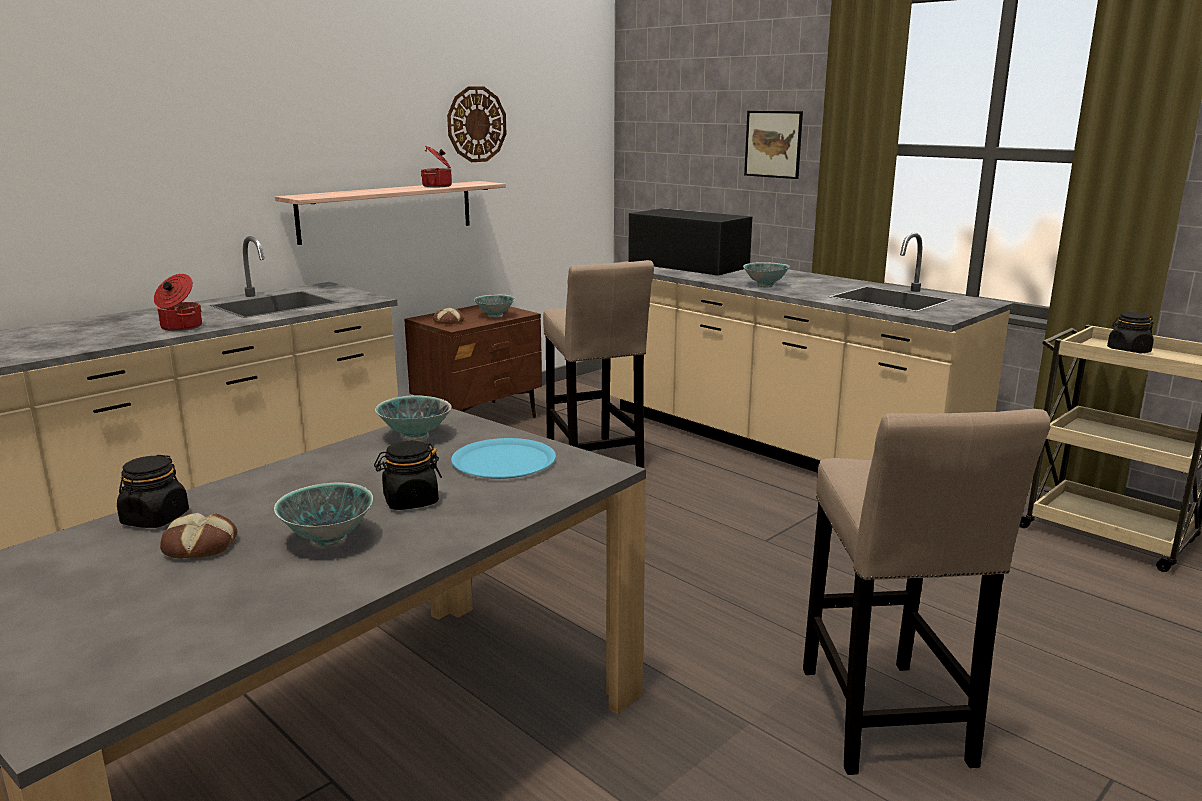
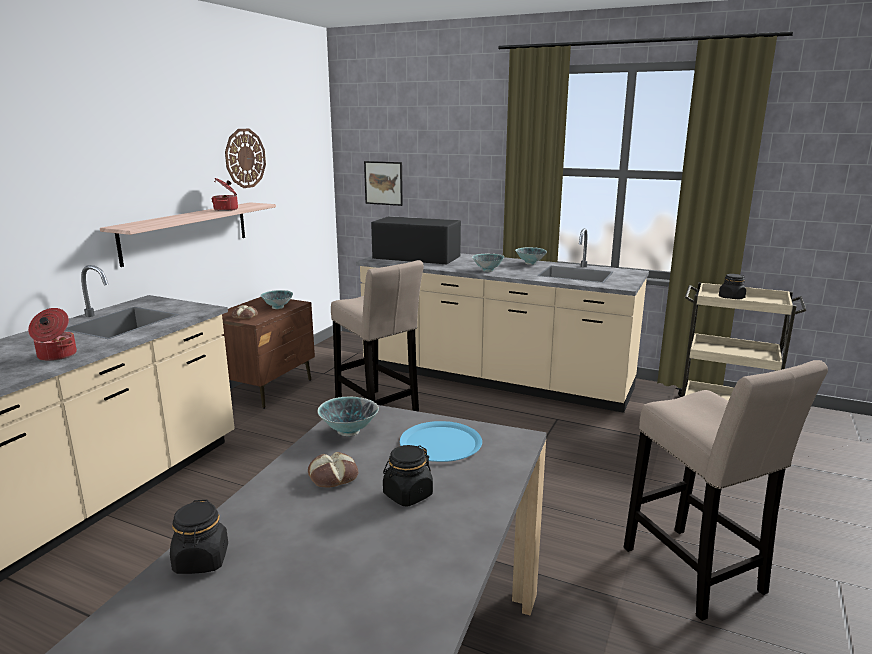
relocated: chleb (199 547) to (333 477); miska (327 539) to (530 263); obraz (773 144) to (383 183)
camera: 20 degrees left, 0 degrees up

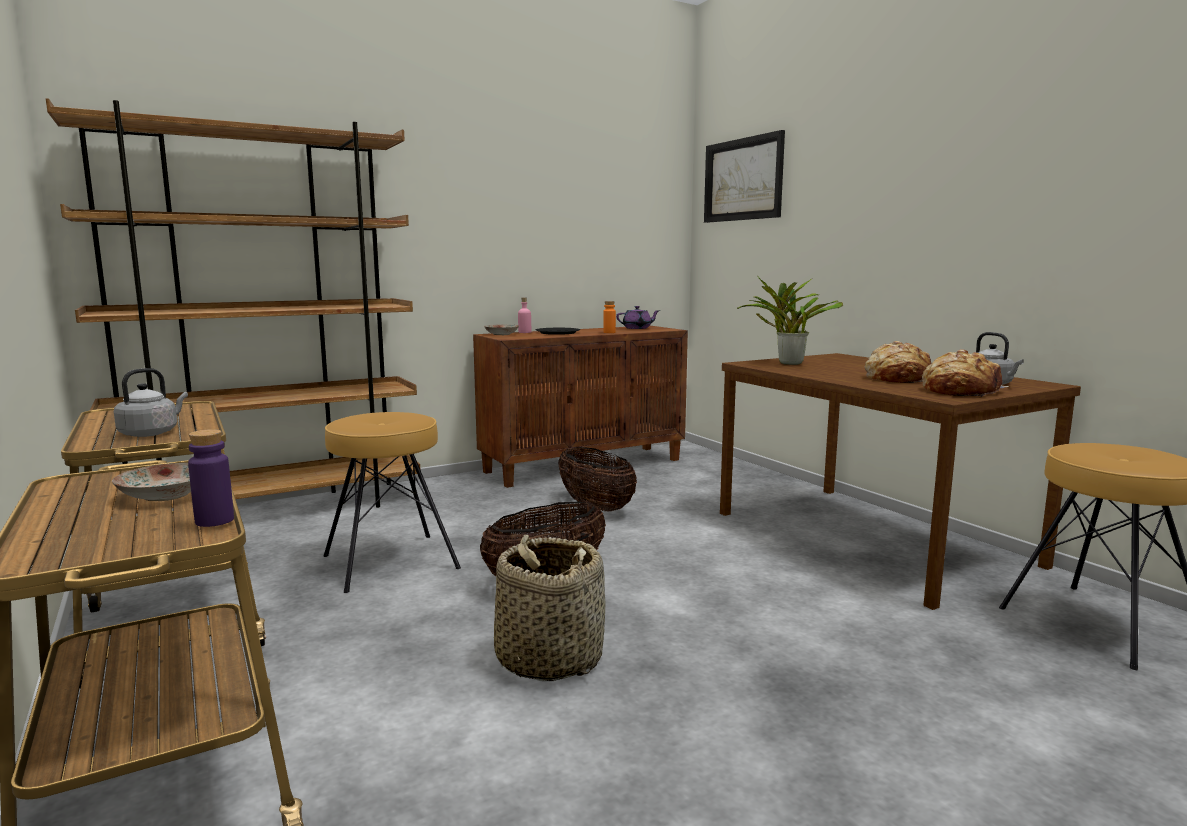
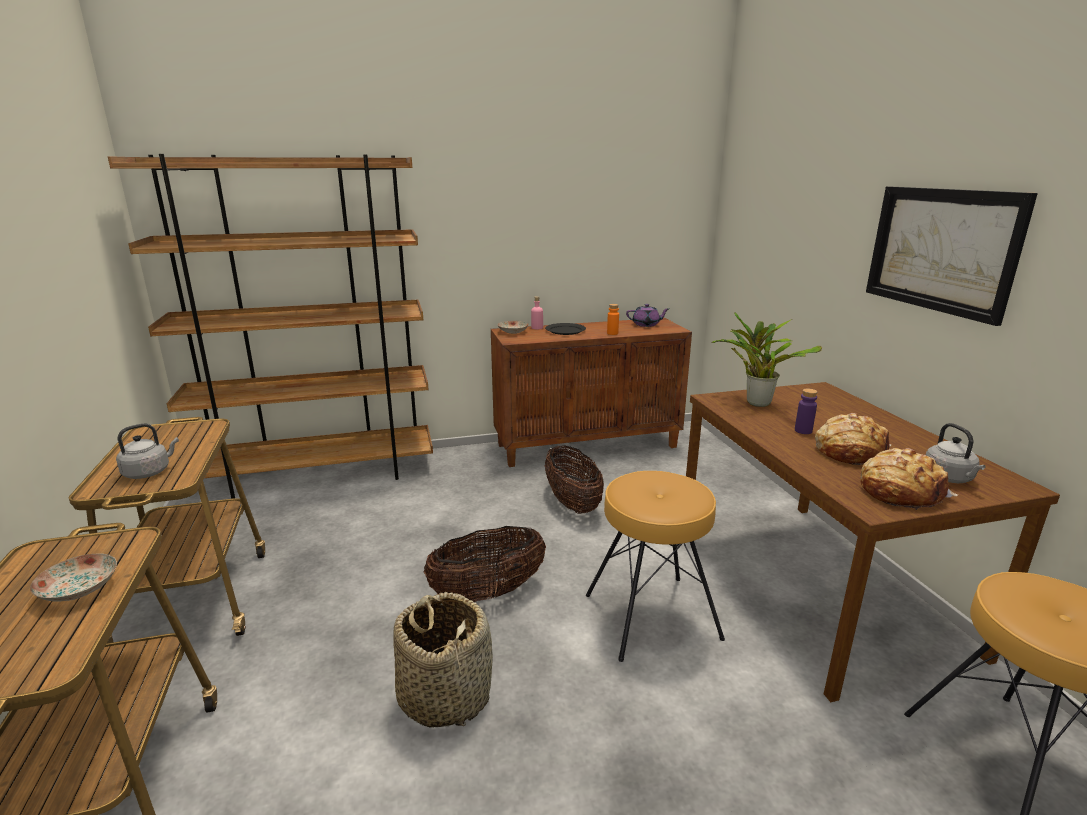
relocated: butelka/fioletowy (214 521) to (803 431); stołek/brązowy (390 561) to (651 615); obraz (743 179) to (941 250)
camera: 15 degrees right, 10 degrees up

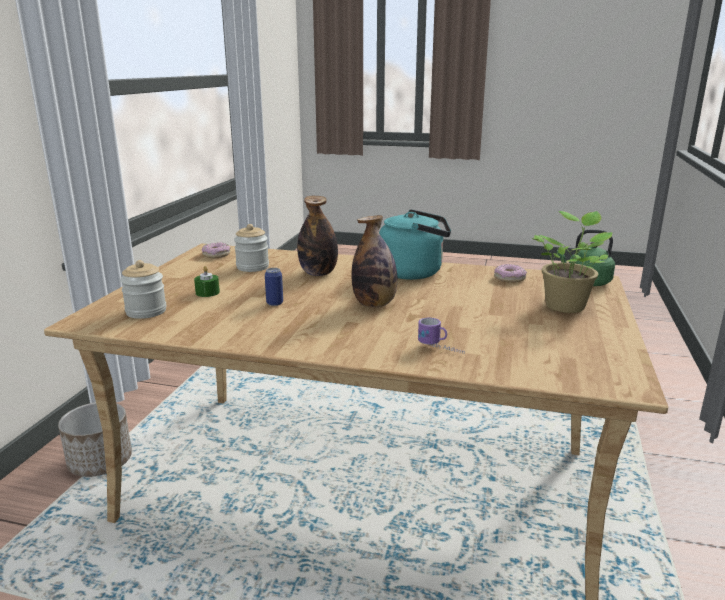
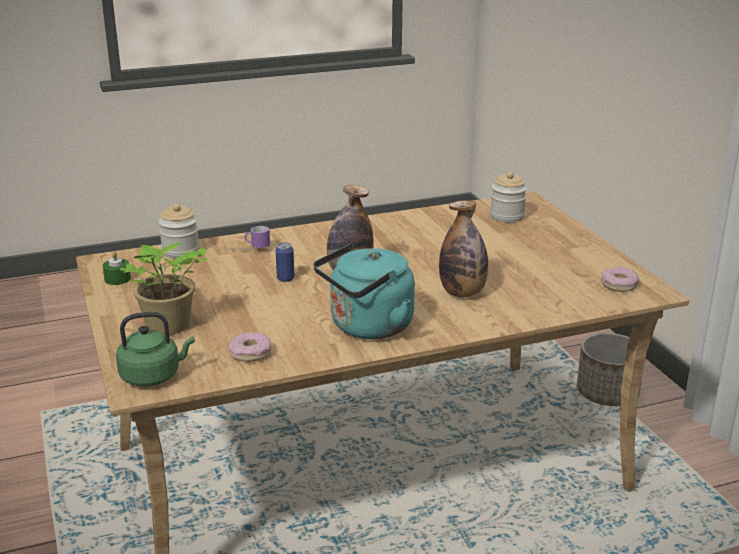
relocated: świeca/zielony (207 292) to (117 279); słoik (252 267) to (180 251); puszka (274 303) to (285 278)
camera: 145 degrees right, 5 degrees up

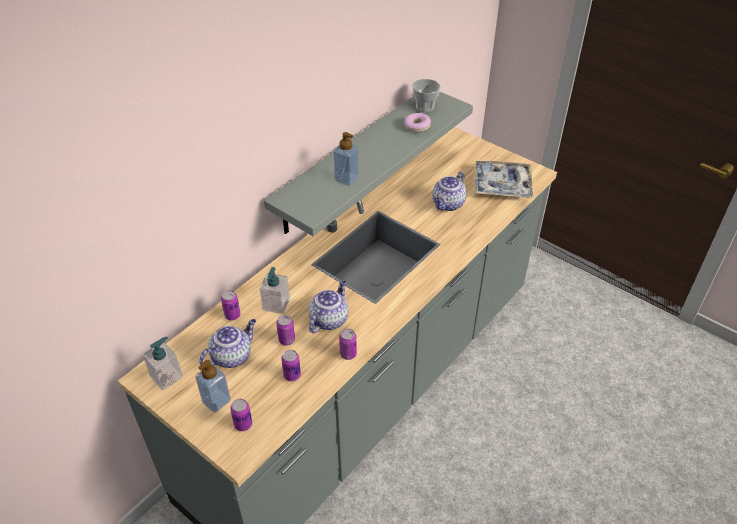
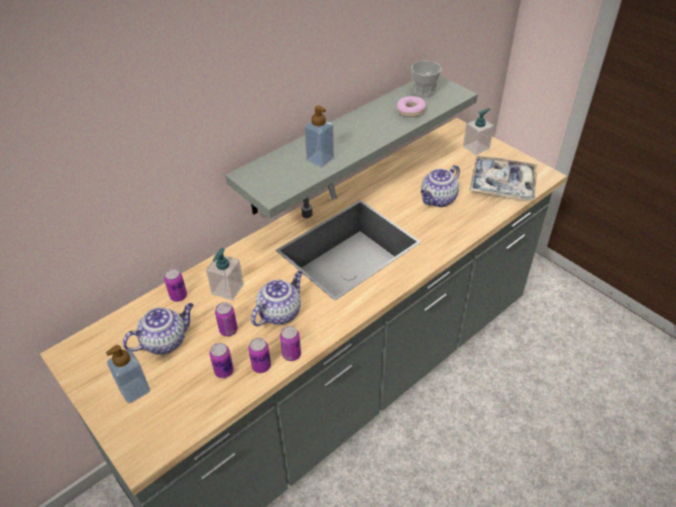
relocated: dozownik mydła (166 376) to (476 147); puszka (243 424) to (261 366)
camera: 10 degrees right, 0 degrees up

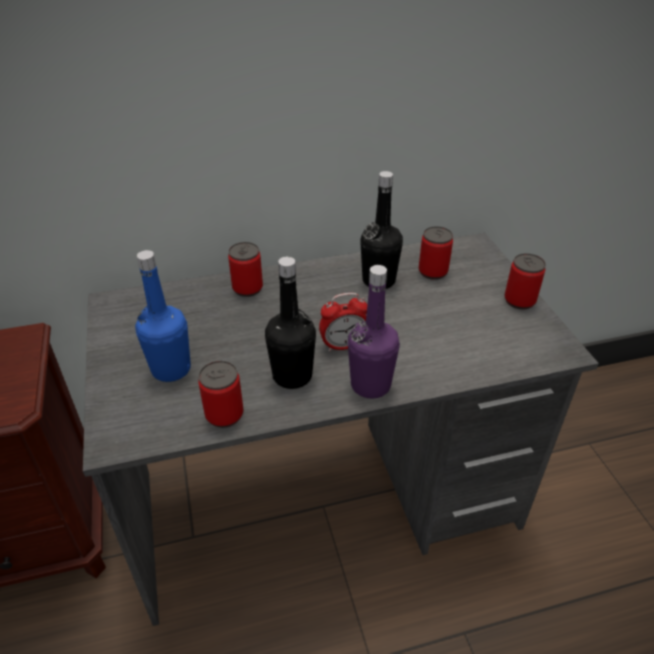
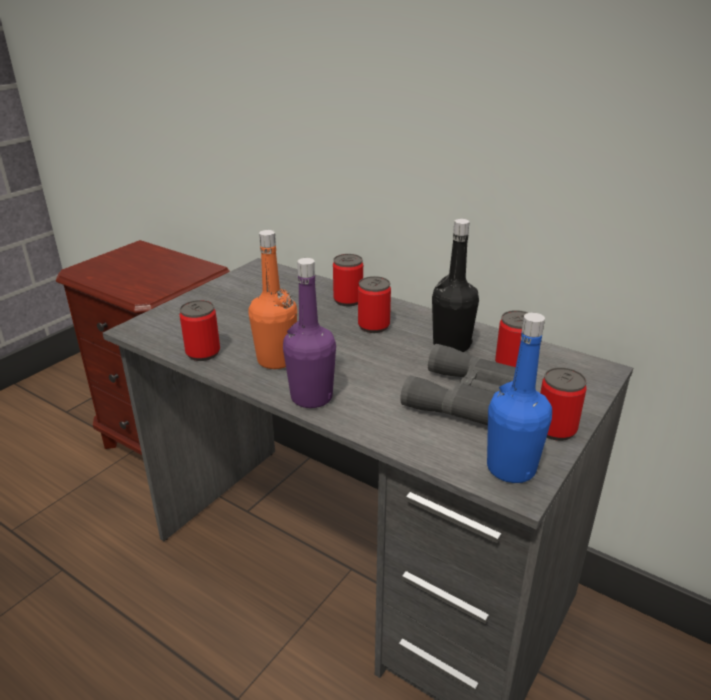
missing: budzik (343 345)
appeared: puszka (373 326); lornetka/szary (472 400)
relocated: butelka/niebieski (171 369) to (511 468)
colour: butelka/czarny (292 376) to butelka/pomarańczowy (276 360)
camera: 50 degrees right, 10 degrees down

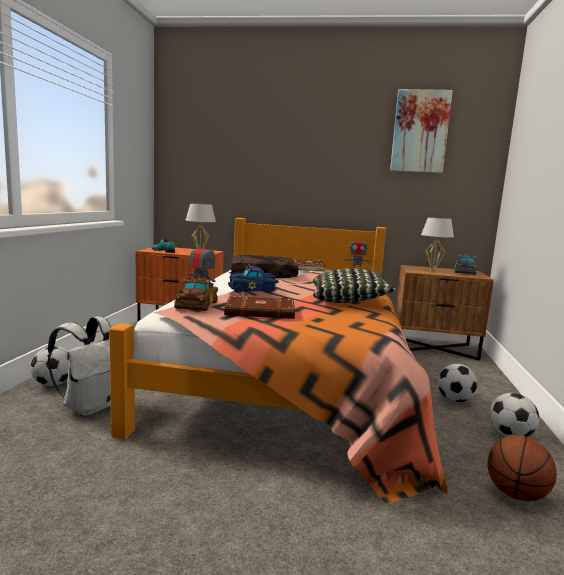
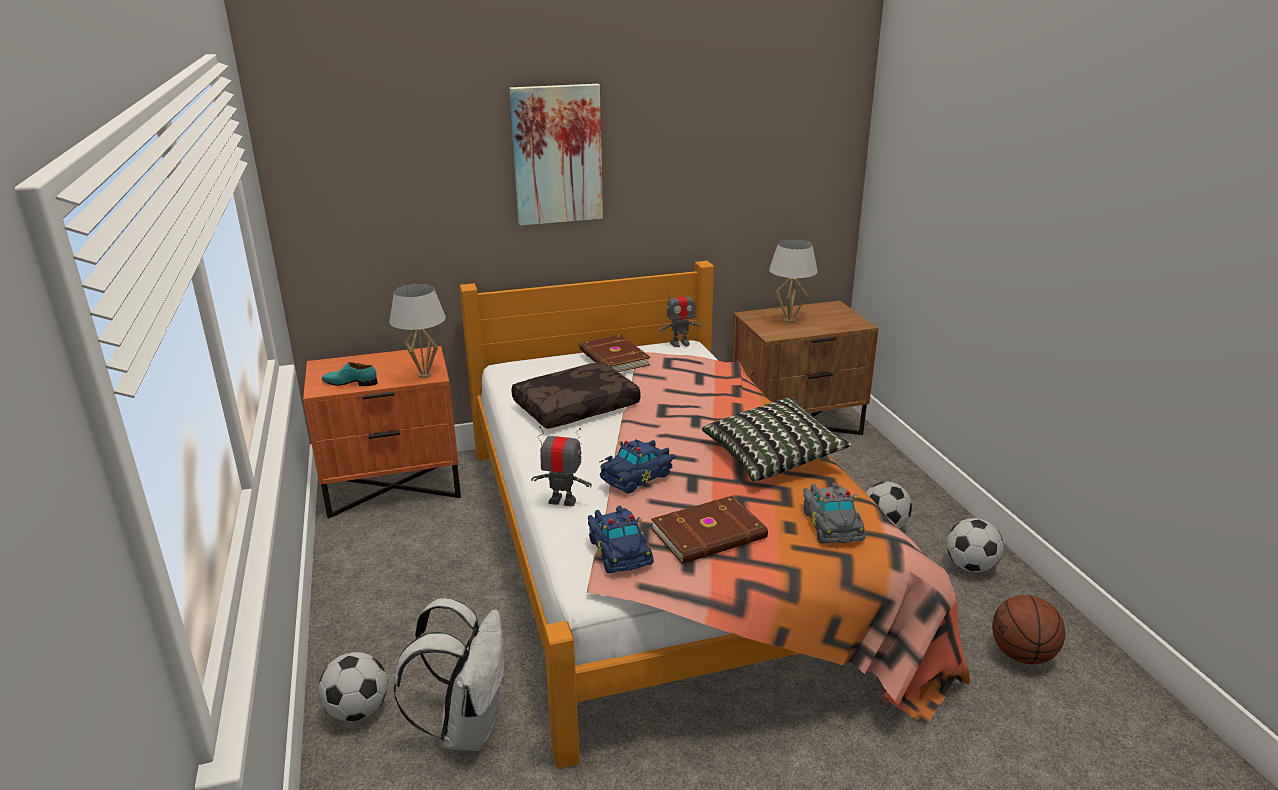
relocated: obraz (420 131) to (557 155); samochodzik/szary (465 272) to (832 523)
colour: samochodzik/brązowy (198 305) to samochodzik/niebieski (620 549)
camera: 25 degrees left, 15 degrees up

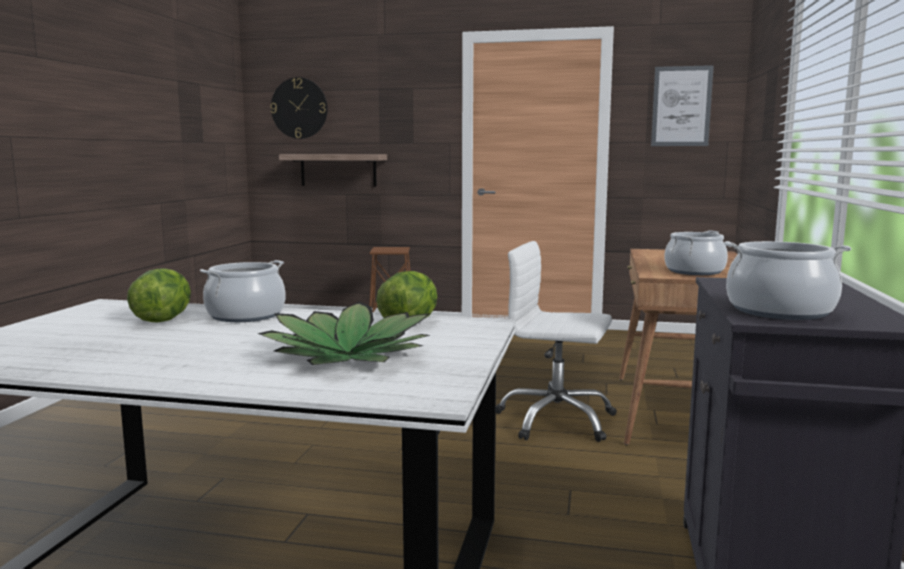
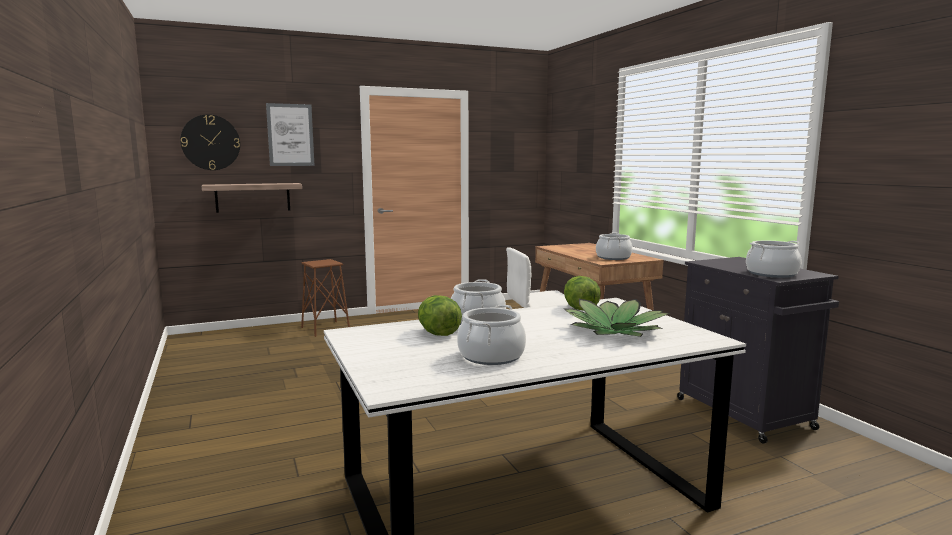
appeared: garnek (491 356)
relocated: obraz (681 106) to (290 135)
camera: 35 degrees left, 0 degrees up

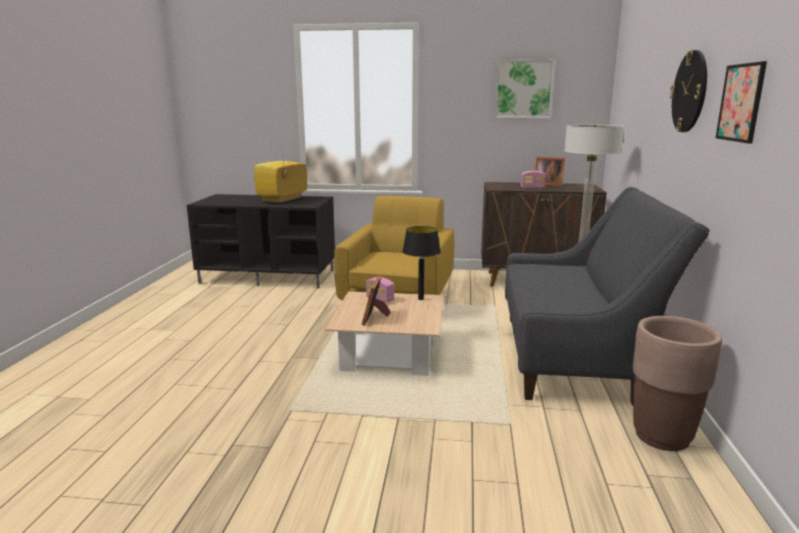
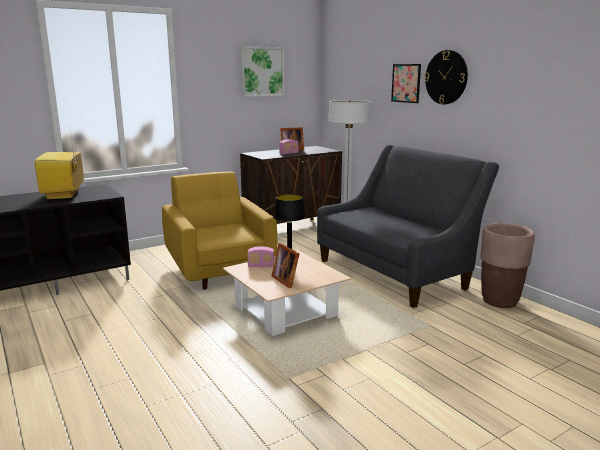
relocated: obraz (741 102) to (406 83)
camera: 40 degrees left, 0 degrees up

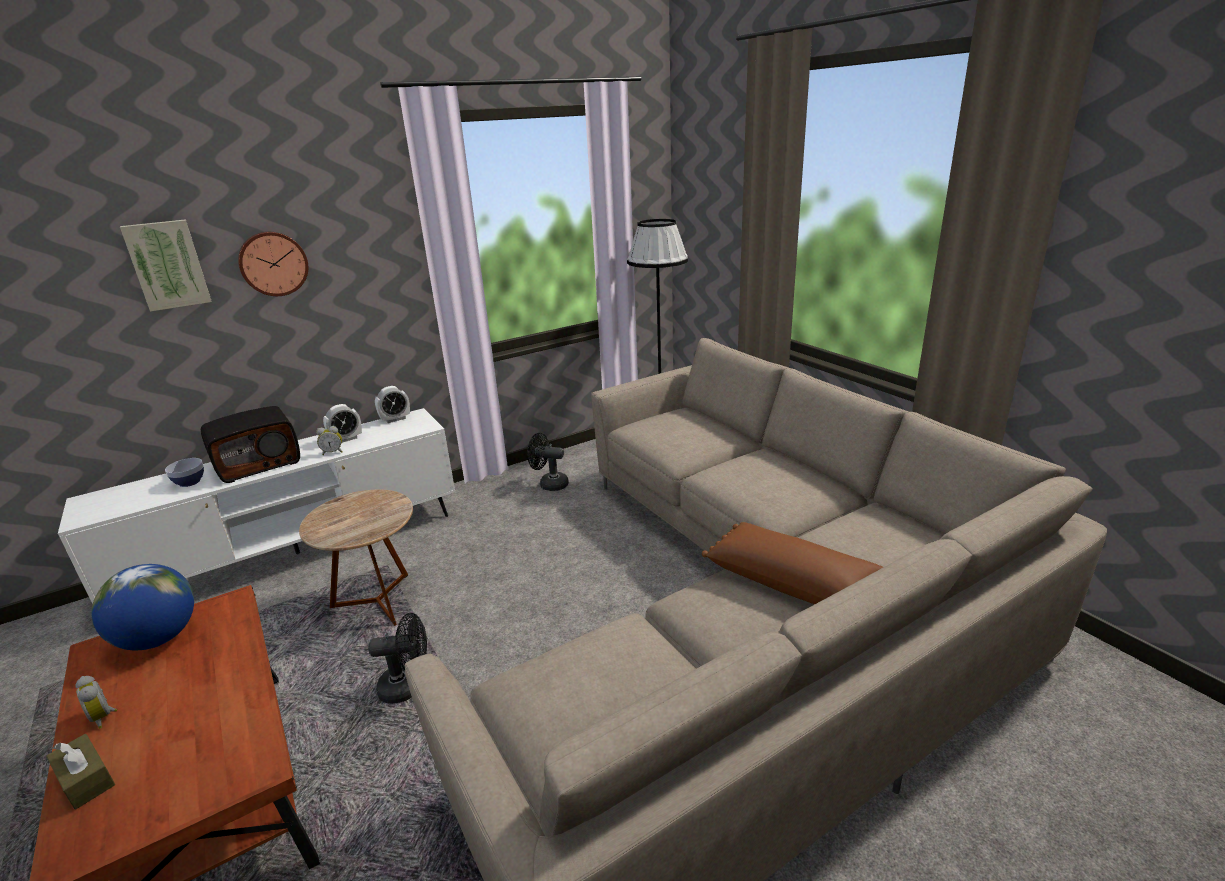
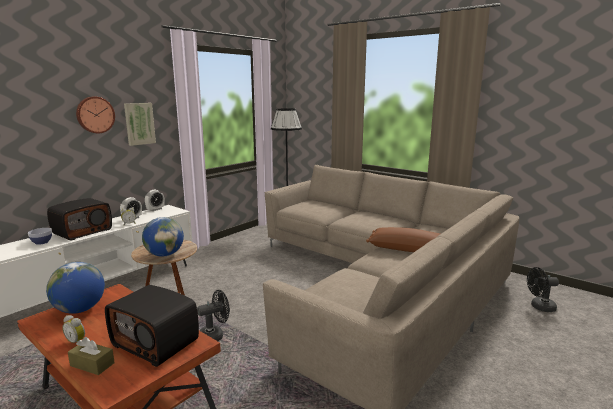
appeared: radio (157 342); globus (164 254)
relocated: obraz (167 265) to (139 123); wentylator/czarny (549 484) to (539 307)
camera: 20 degrees left, 10 degrees down

